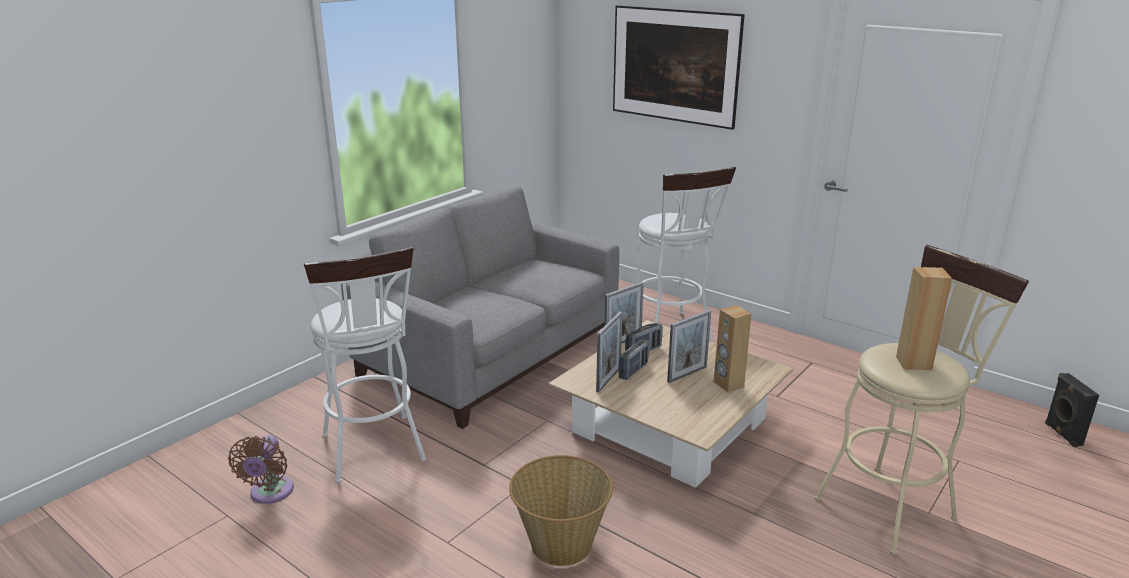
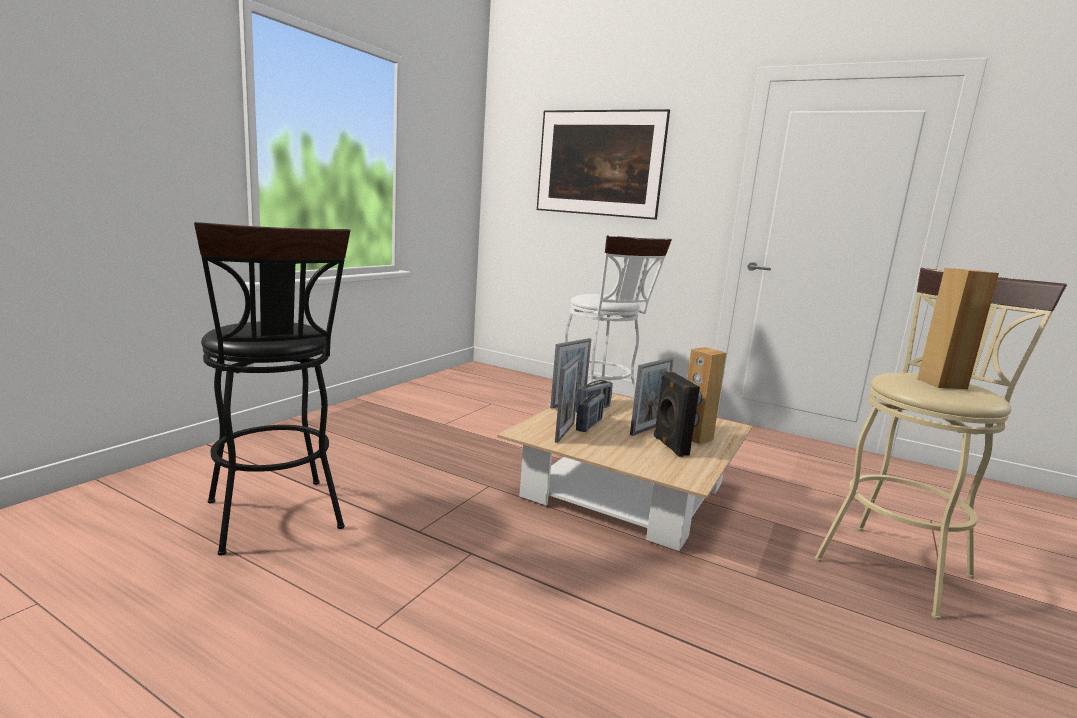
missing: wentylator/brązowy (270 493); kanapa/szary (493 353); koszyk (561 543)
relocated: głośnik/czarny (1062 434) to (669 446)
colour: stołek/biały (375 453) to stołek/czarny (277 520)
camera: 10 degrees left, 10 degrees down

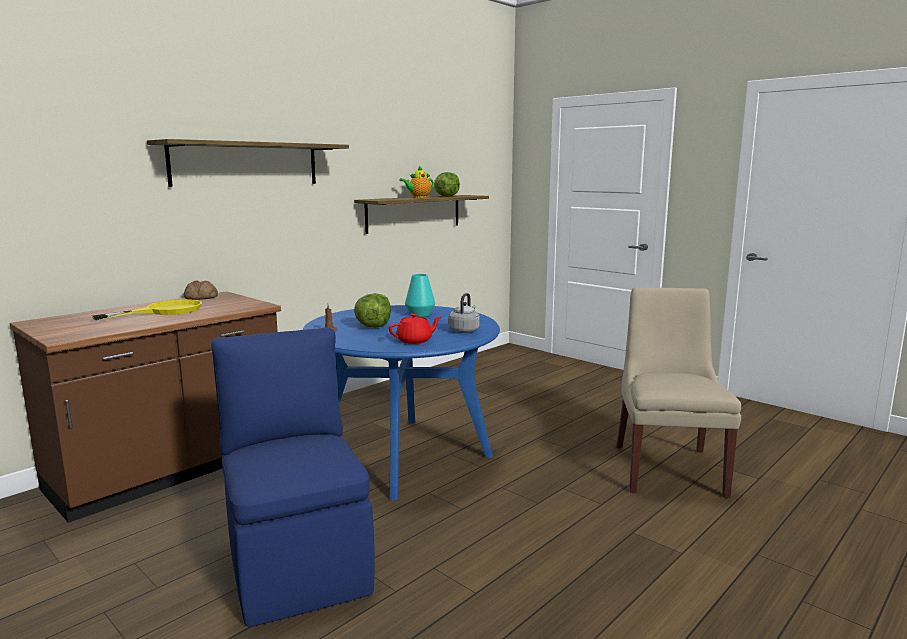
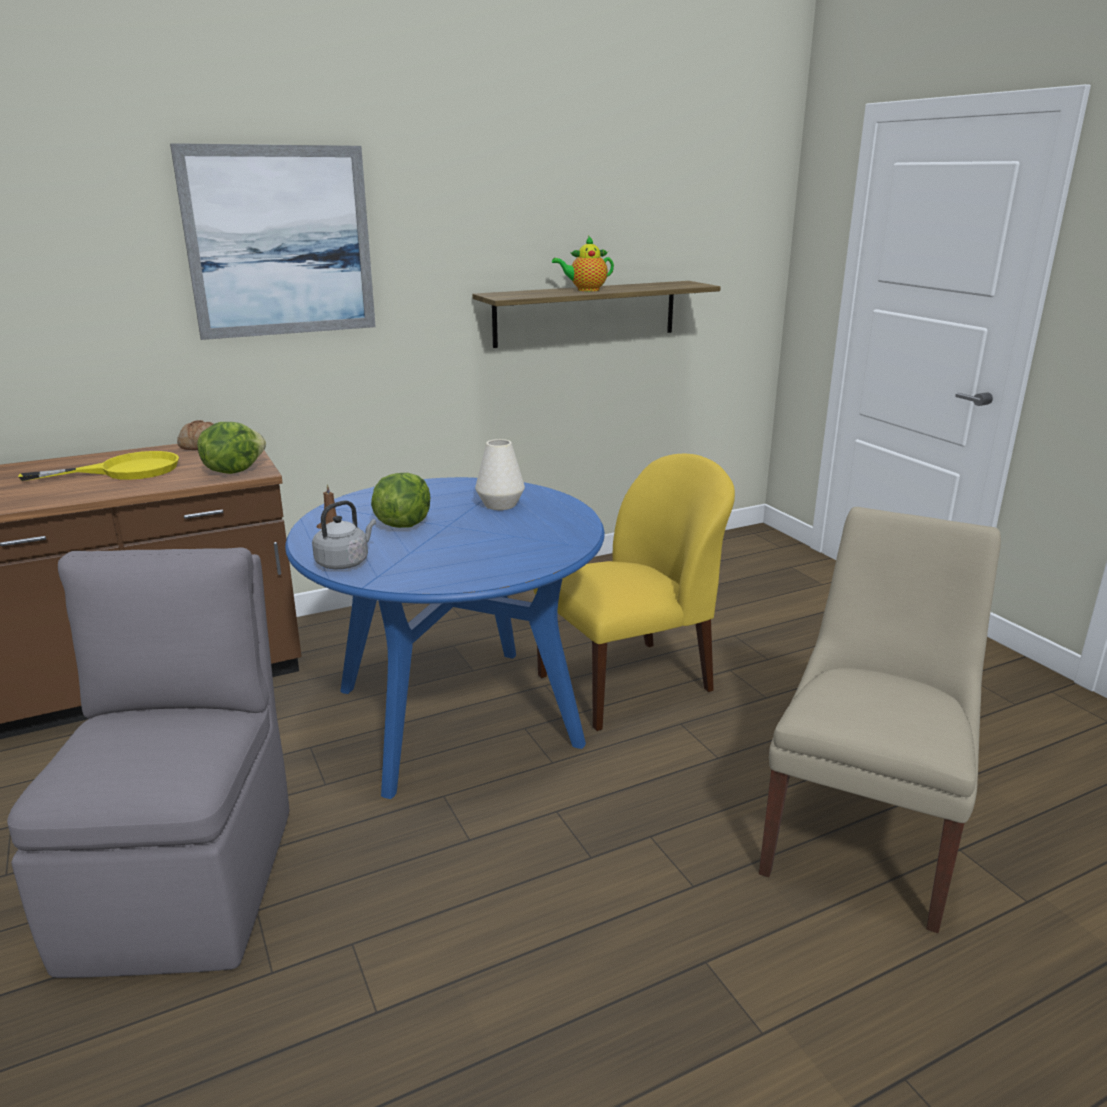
missing: imbryk/czerwony (415 341)
appeared: krzesło/żółty (628 683)
relocated: sałata (447 196) to (233 470); czajnik/szary (464 330) to (345 562)
exchanged: półka (246 164) to obraz (280 242)
colour: krzesło/niebieski (297 562) to krzesło/szary (187 880); wazon/turkusowy (420 314) to wazon/biały (500 504)
camera: 20 degrees right, 10 degrees up

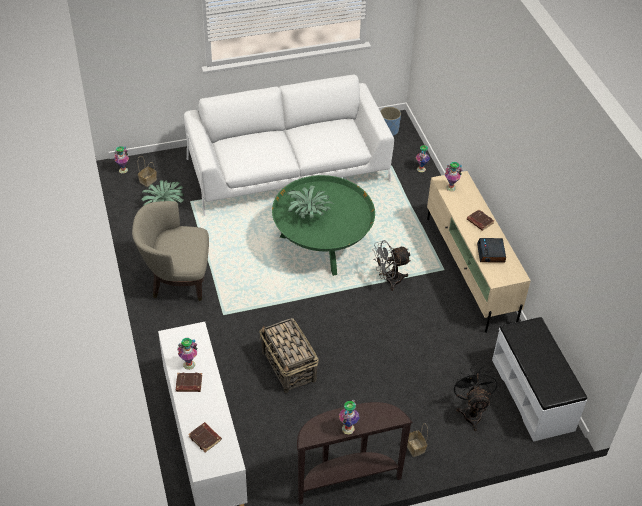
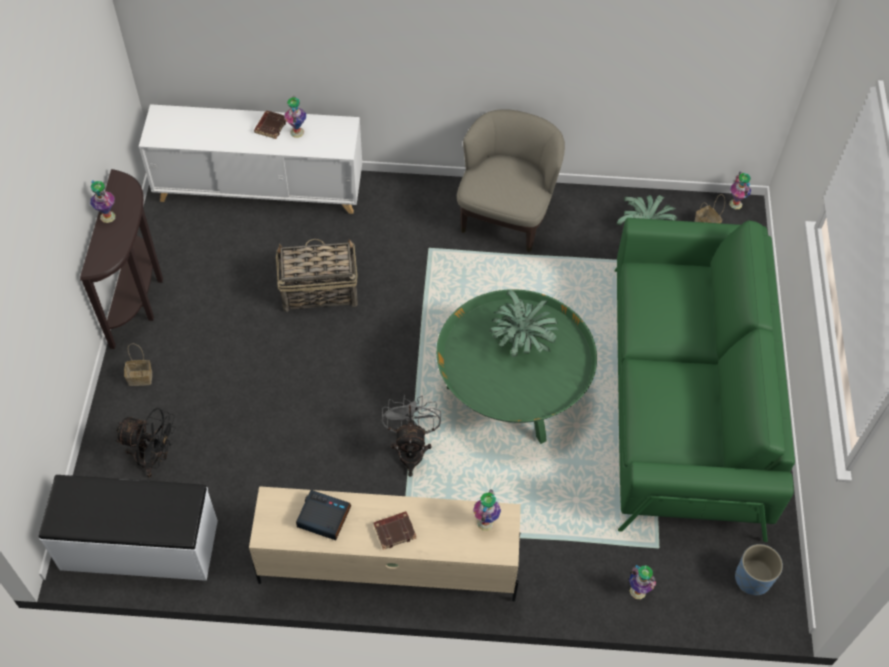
missing: książka/brązowy (205 438)
colour: kanapa/biały (288 170) to kanapa/zielony (685 396)
camera: 110 degrees right, 10 degrees up

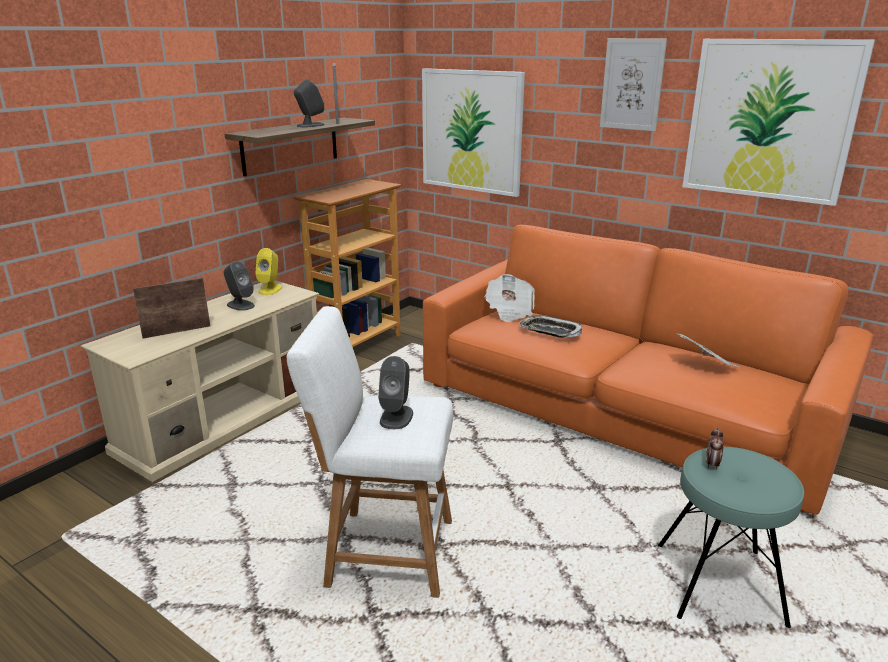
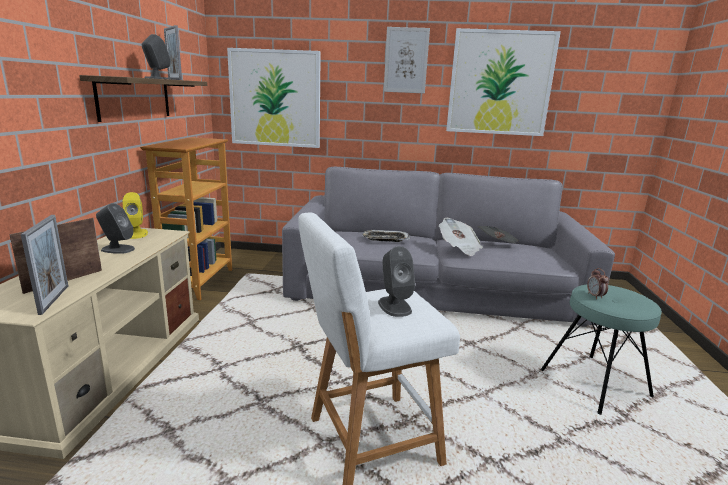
appeared: ramka na zdjęcie (54 299)
relocated: gazeta (509 311) to (459 248)
colour: kanapa/pomarańczowy (622 406) to kanapa/szary (432 288)
camera: 30 degrees left, 5 degrees down

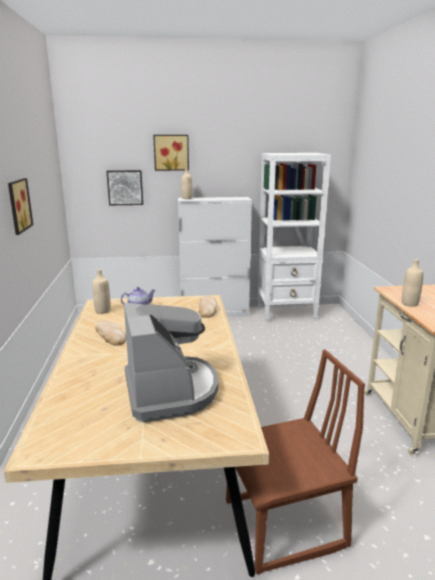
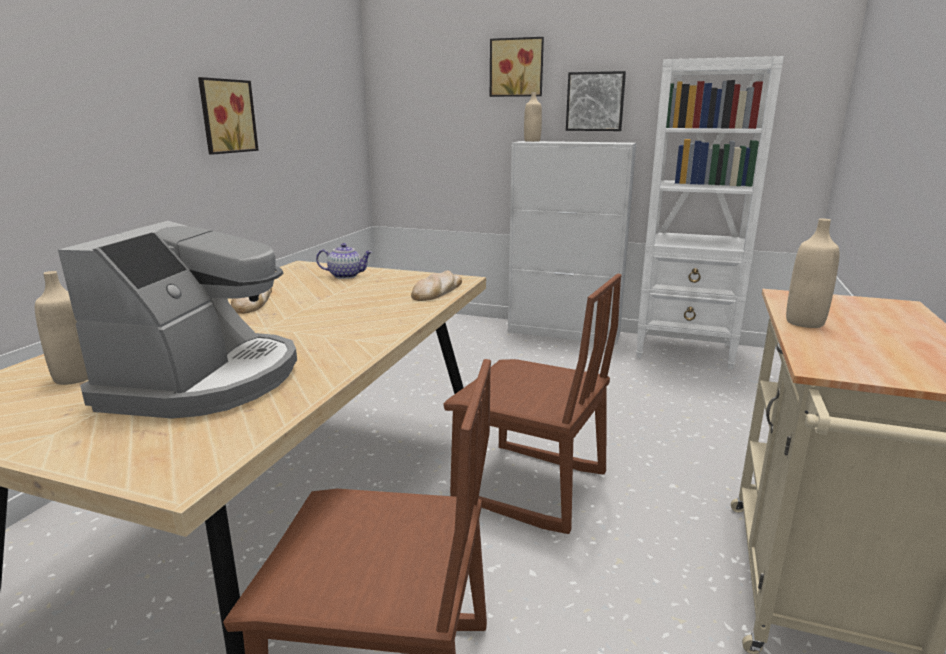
appeared: krzesło/brązowy (529 487)
relocated: butelka/beżowy (102 311) to (75 377); obraz (125 187) to (595 101)
camera: 25 degrees right, 0 degrees up

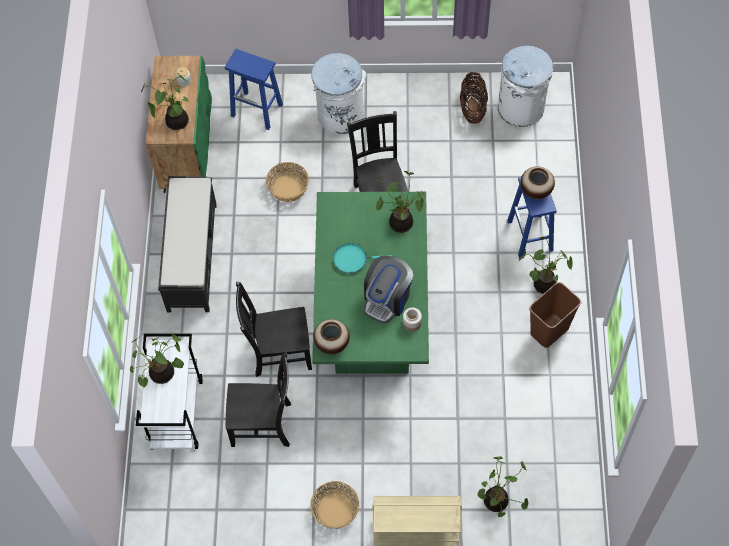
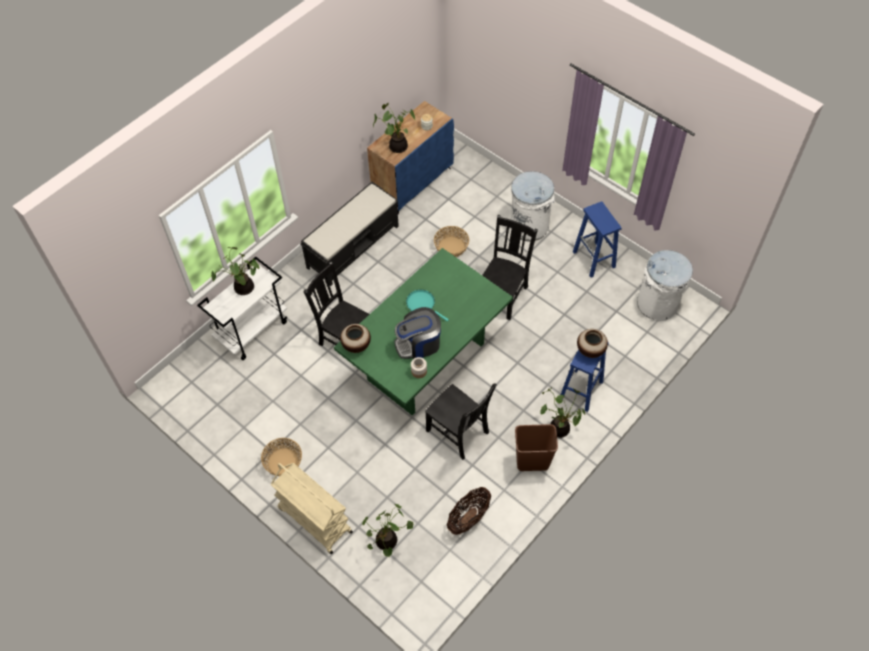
missing: roślina doniczkowa (401 221)
relocated: stołek/niebieski (257 110) to (594 260); krzesło/czarny (264 424) to (459 433); koszyk (472 108) to (468 517)
colour: szafka/zielony (186 150) to szafka/niebieski (413 182)
camera: 40 degrees right, 5 degrees down

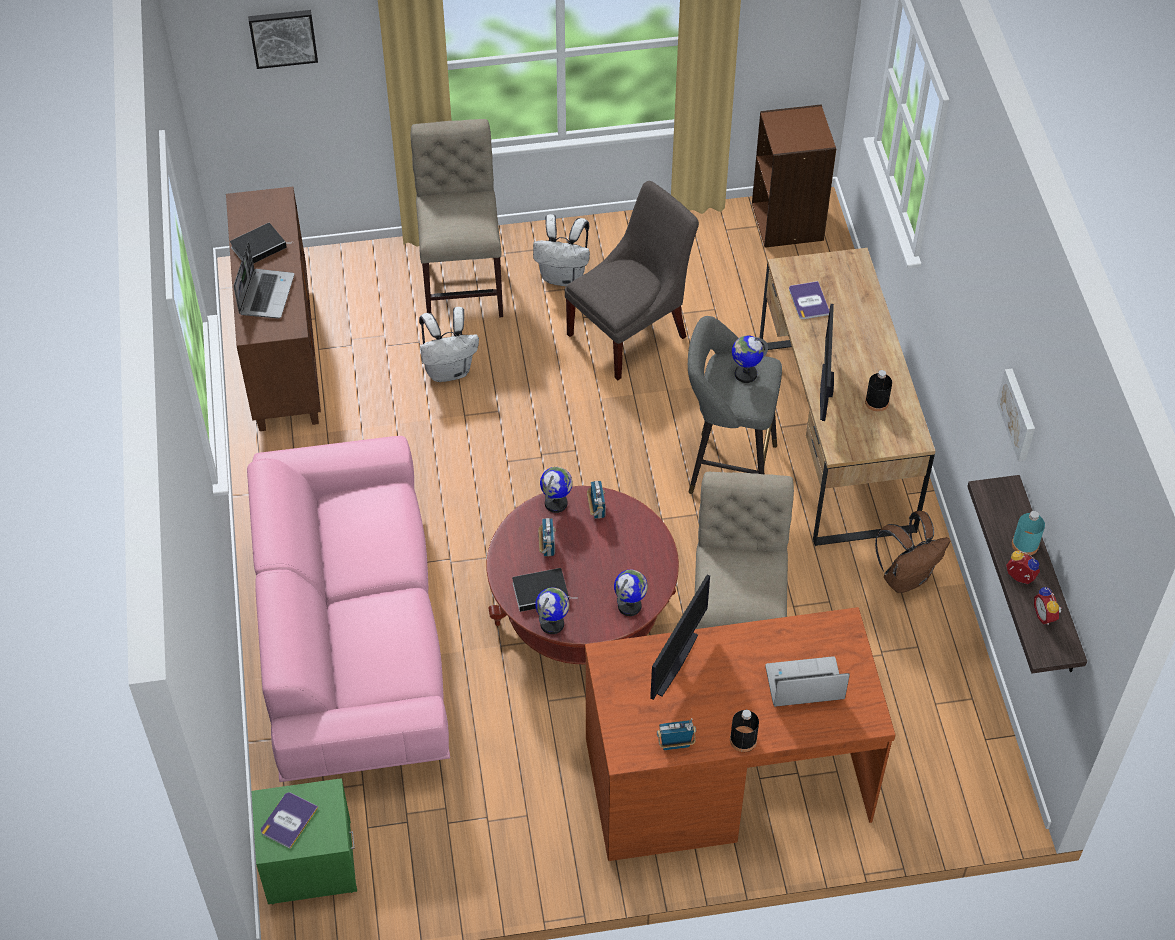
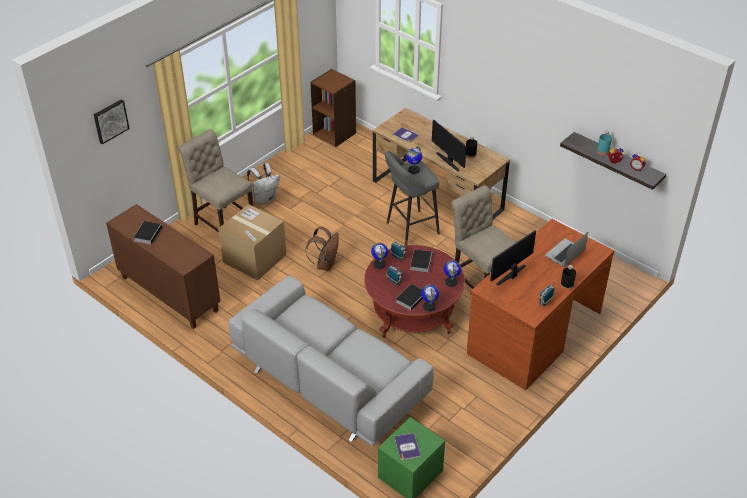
missing: laptop (266 294); krzesło/szary (631 333); obraz (1019 414)
appeared: książka (421 261)
relocated: plecak/brązowy (906 577) to (325 264)
exchanged: plecak/biały (449 370) to karton (254 258)
colour: kanapa/różowy (353 638) to kanapa/szary (329 380)
spun: monitor (675 663) = (512 275) 120 degrees counterclockwise
camera: 40 degrees left, 10 degrees down

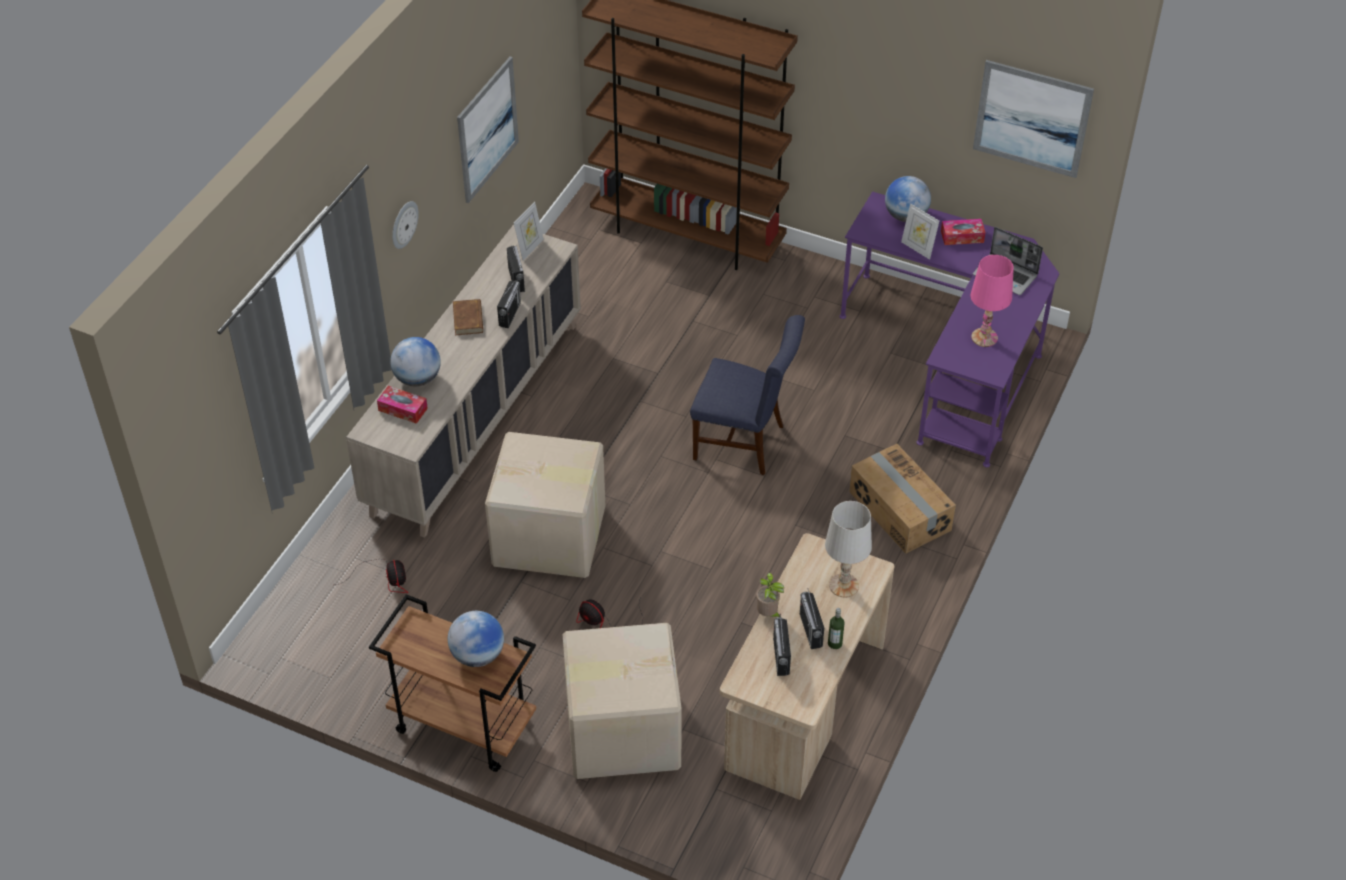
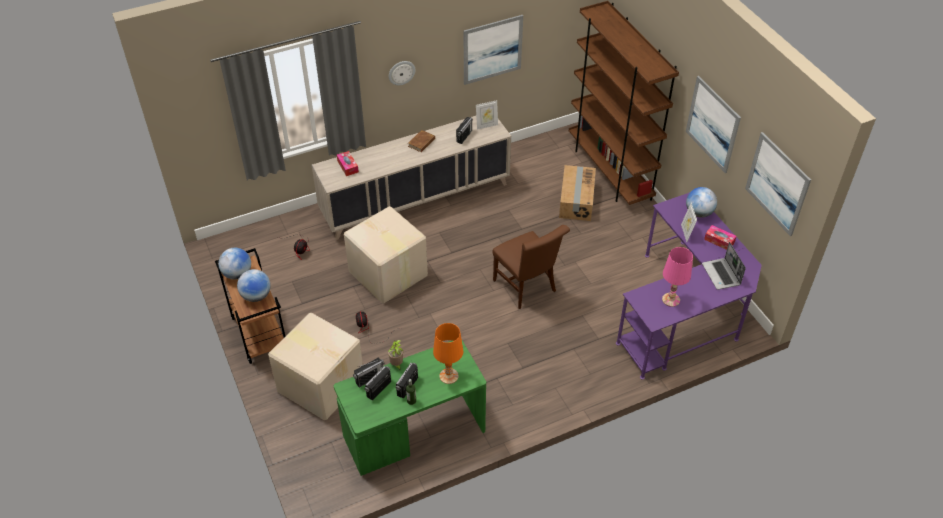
appeared: obraz (712 124)
relocated: globus (417 379) to (237 274); radio (509 314) to (369 378); karton (899 511) to (576 200)
colour: krzesło/niebieski (745 443) to krzesło/brązowy (527 288); biurko/beżowy (803 706) to biurko/zielony (414 433); lampa stołowa/biały (844 585) to lampa stołowa/pomarańczowy (449 376)
camera: 40 degrees right, 0 degrees up

